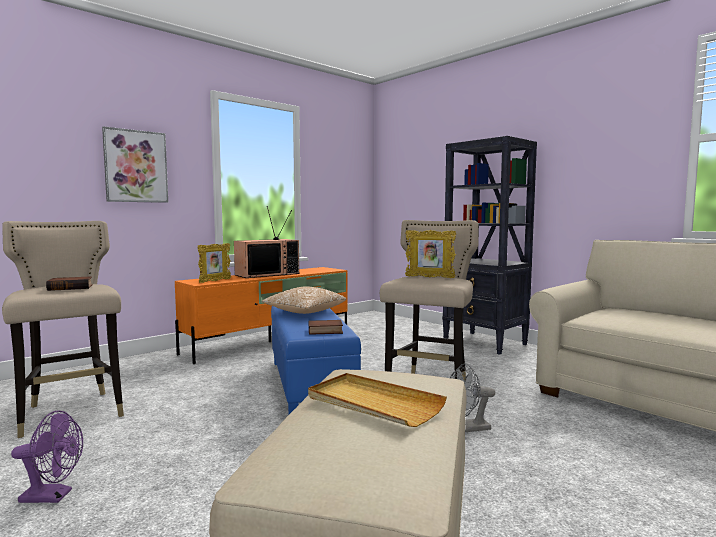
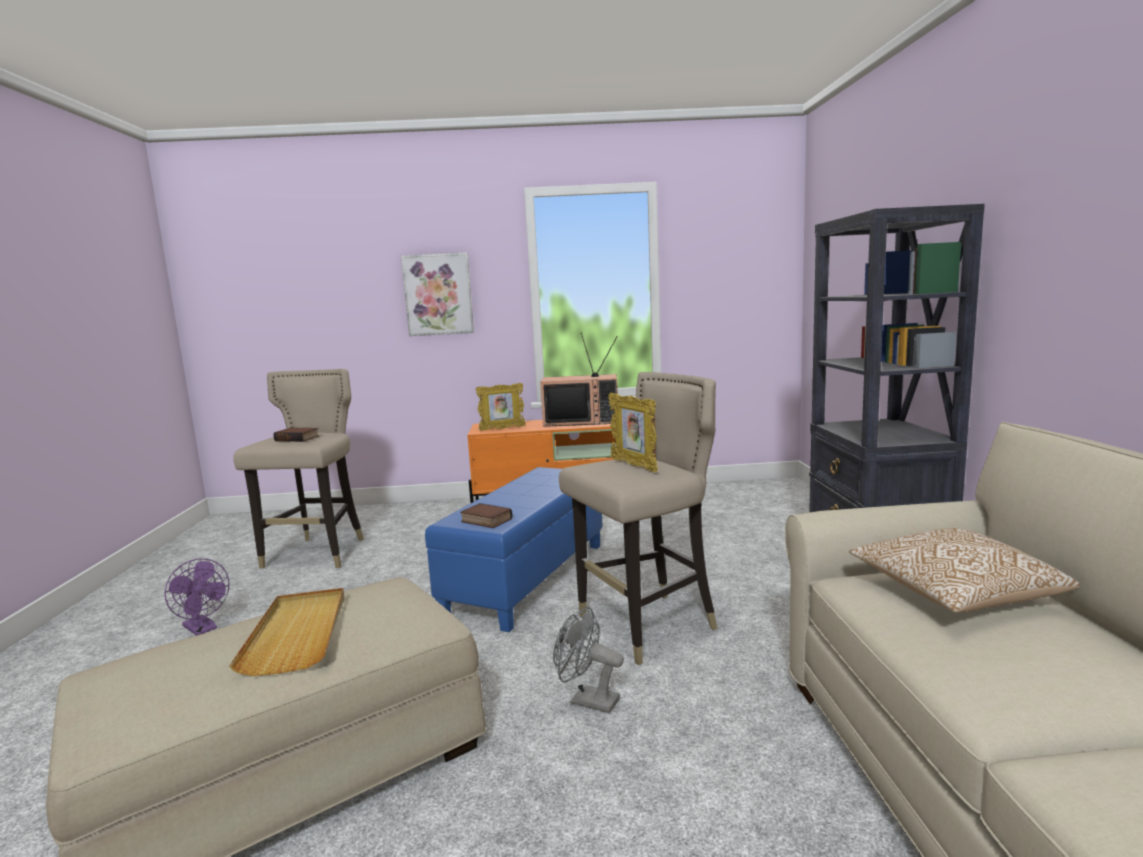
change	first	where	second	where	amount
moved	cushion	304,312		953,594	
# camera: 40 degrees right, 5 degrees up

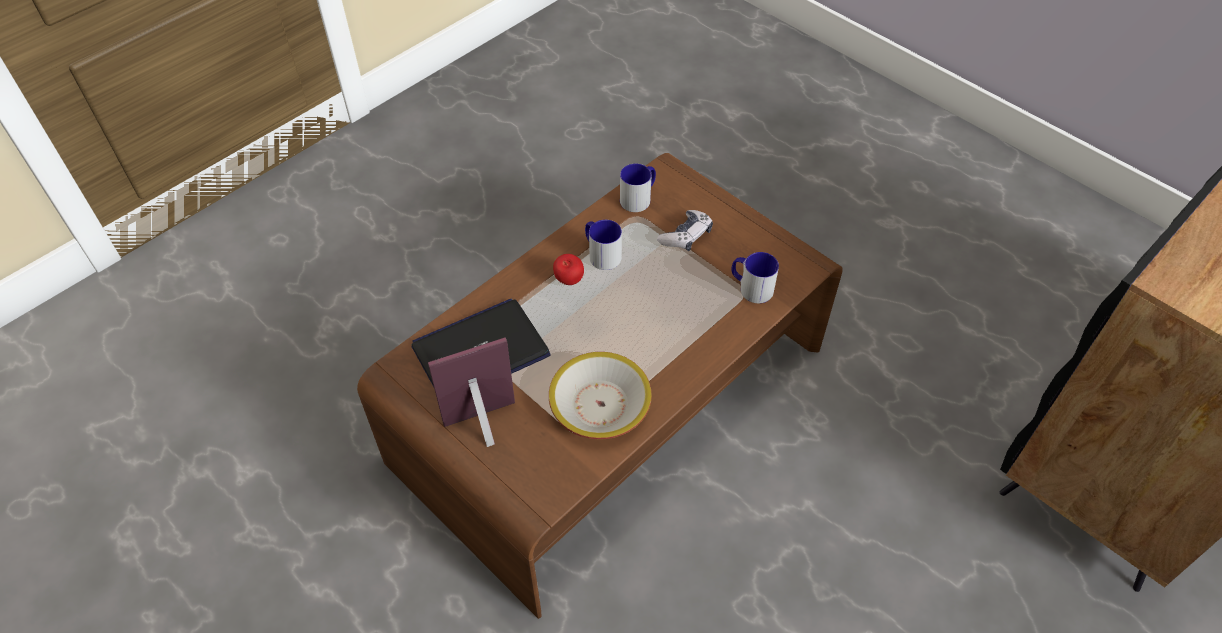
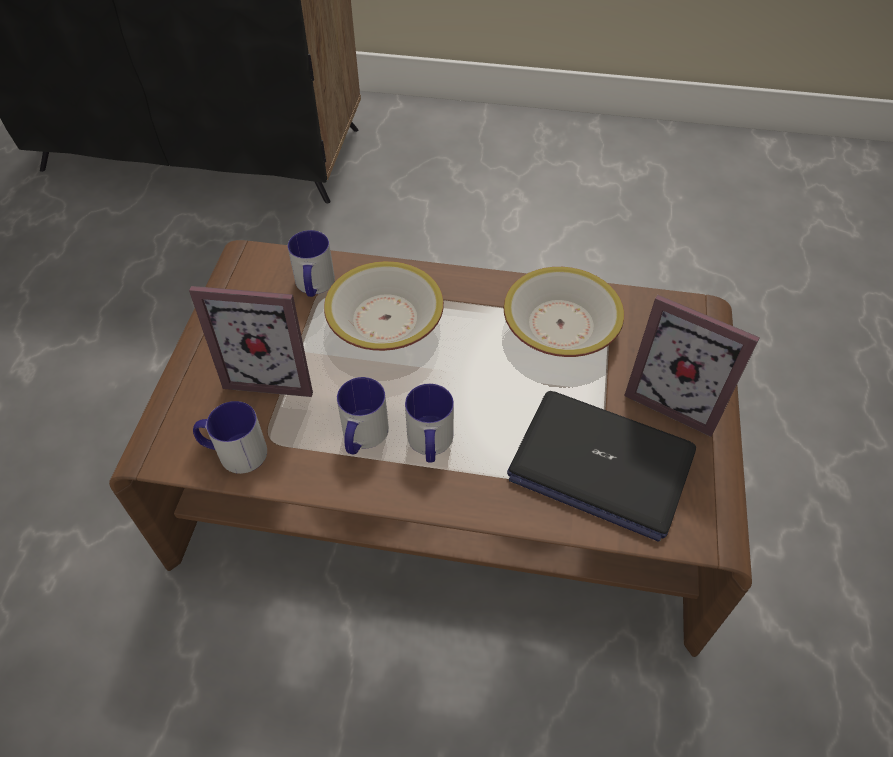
change	first	where	second	where	amount
replaced	game controller	686,236	photo frame	273,372	
added			serving bowl	386,319	
replaced	whole apple	568,281	coffee mug	430,444	
# camera: 125 degrees left, 0 degrees up

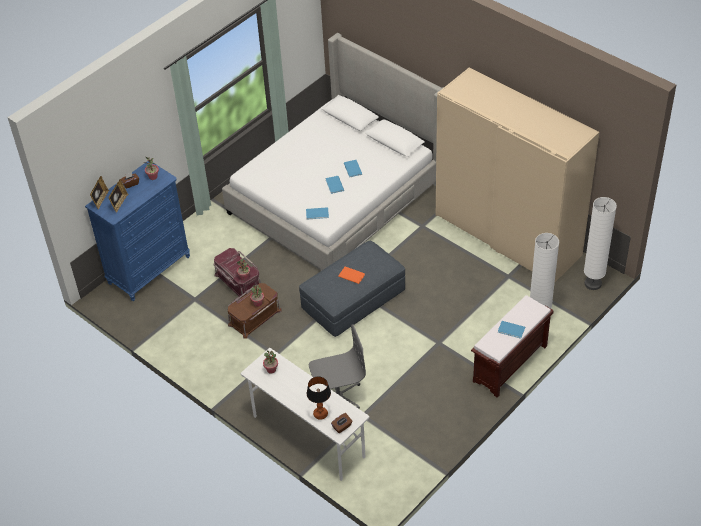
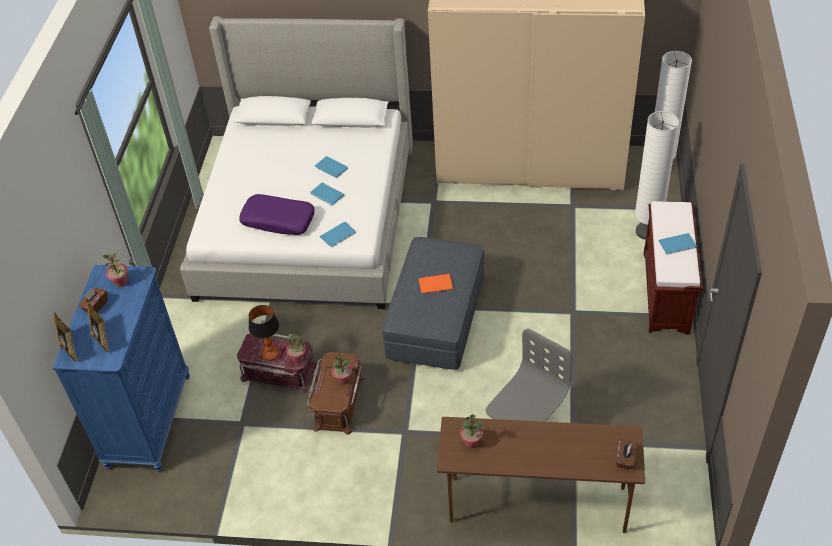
change	first	where	second	where	amount
added			cushion/purple-coloured	278,220	
moved	lamp for a table	320,414		270,354	
recoloured	desk unit/whitish	308,437	desk unit/brown-coloured	537,505	
# camera: 35 degrees left, 0 degrees up

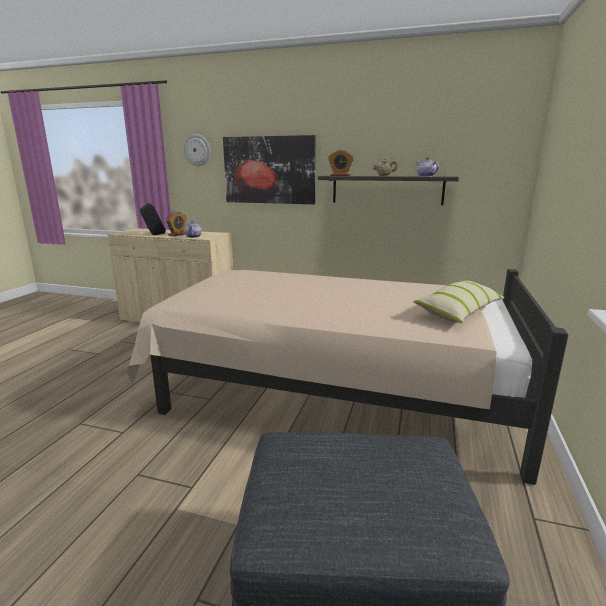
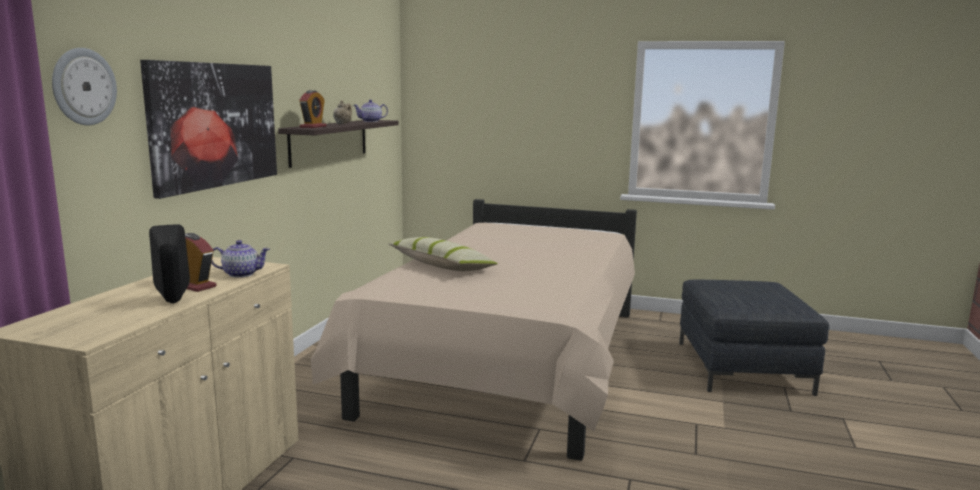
change	first	where	second	where	amount
moved	cushion	459,311		441,266	
# camera: 90 degrees left, 5 degrees down

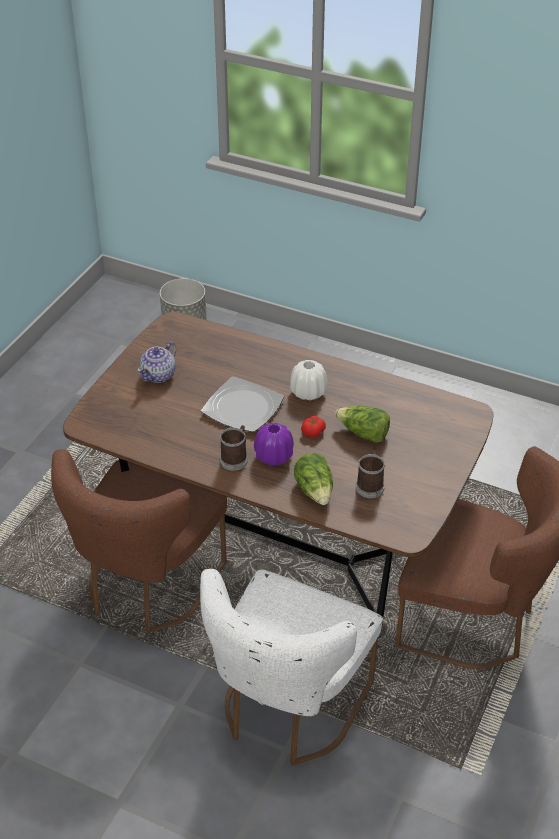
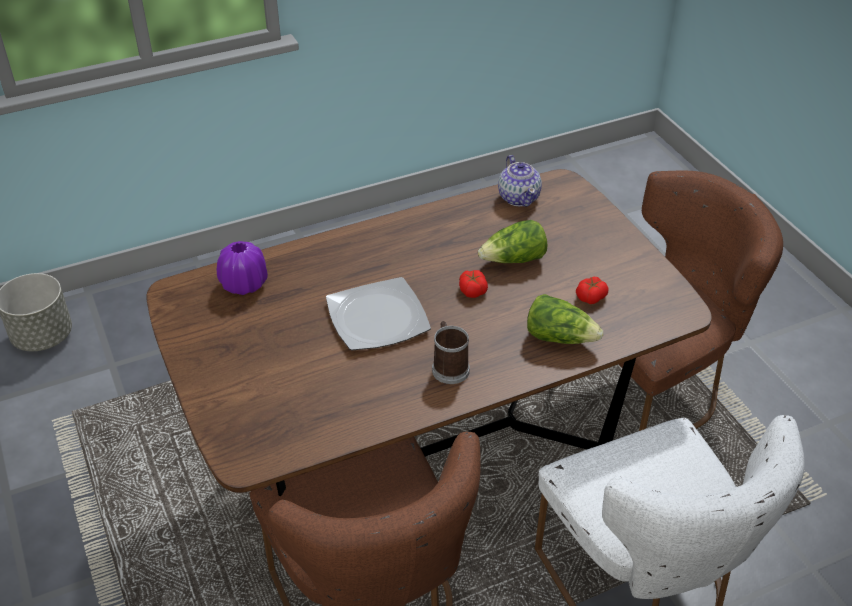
change	first	where	second	where	amount
moved	decorative vase/purple-coloured	274,456		244,284	
moved	tea pot	159,375		519,197	
replaced	coffee mug	370,485	tomato	590,297	
removed	decorative vase/whitish	308,392			
# camera: 50 degrees left, 0 degrees up

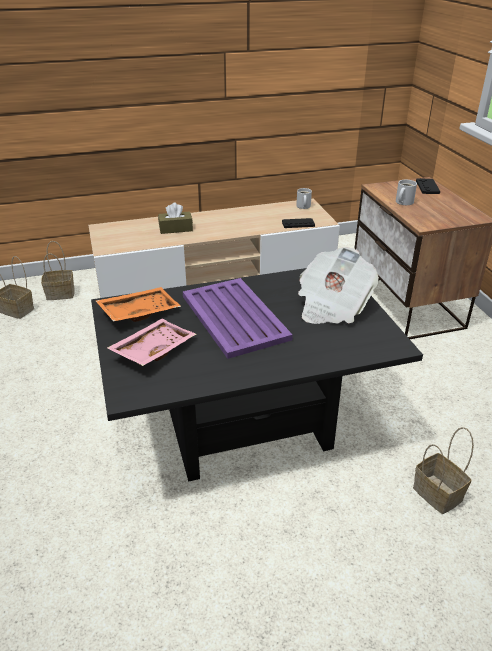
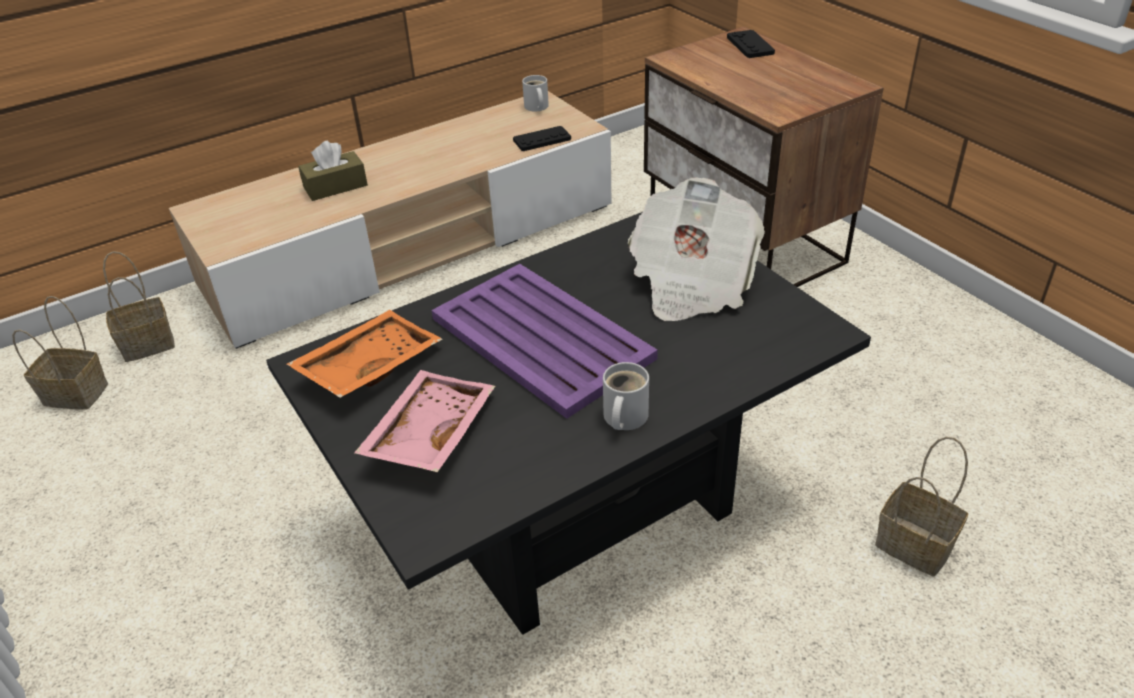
change	first	where	second	where	amount
moved	coffee mug/whitish	403,202		623,417	
# camera: 15 degrees left, 5 degrees up

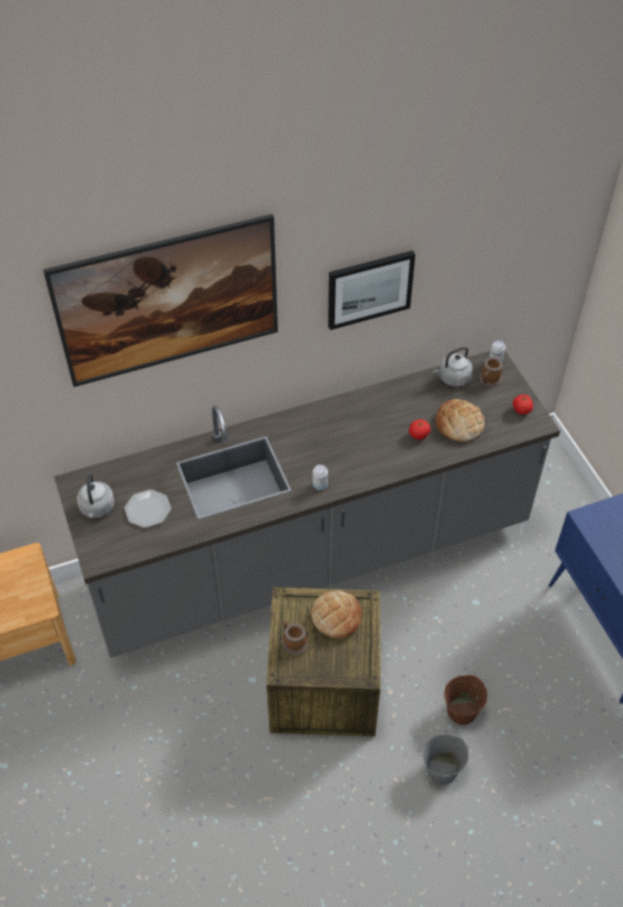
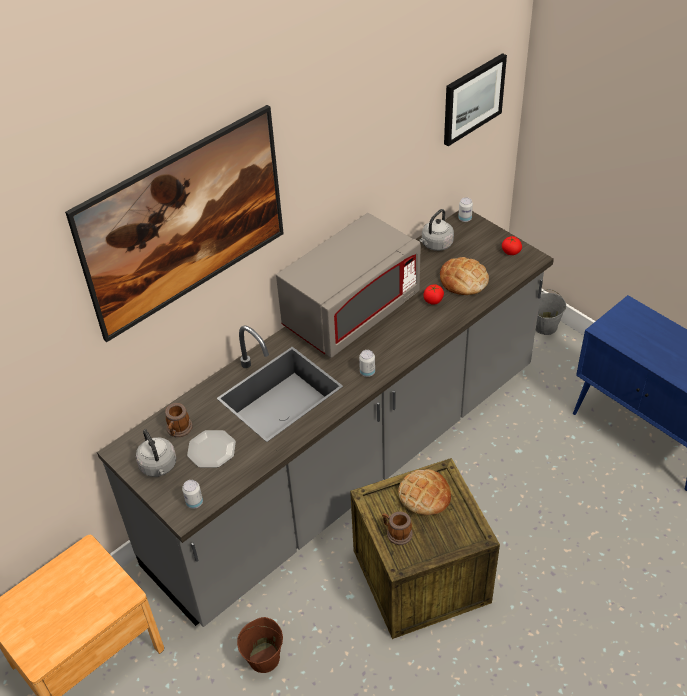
change	first	where	second	where	amount
moved	coffee mug	489,381		178,430	
added			metal can	194,502	
moved	pail/brown-coloured	462,710		264,657	
added			microwave oven/grey	351,312	
moved	picture	369,288		473,98	
moved	pail/grey	442,769		545,326	
# camera: 20 degrees left, 5 degrees down

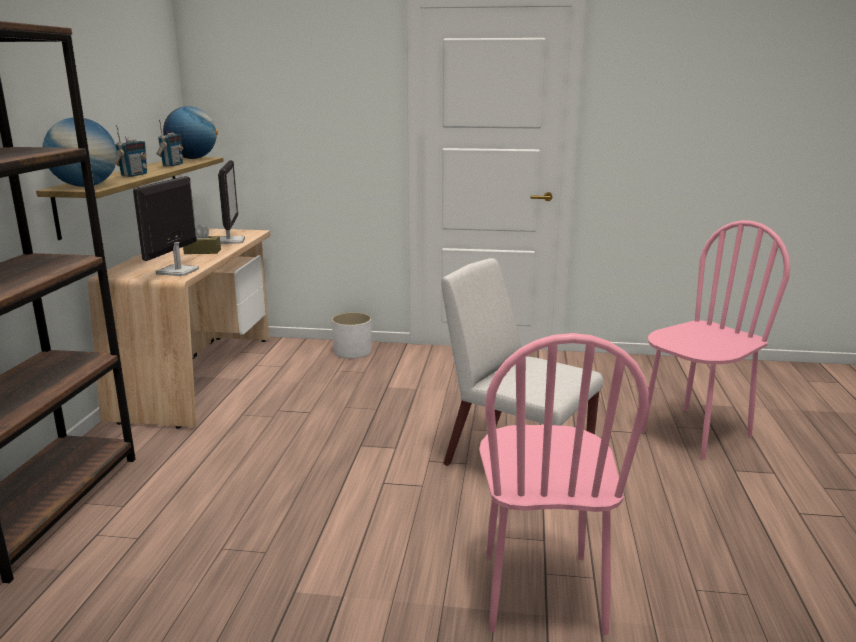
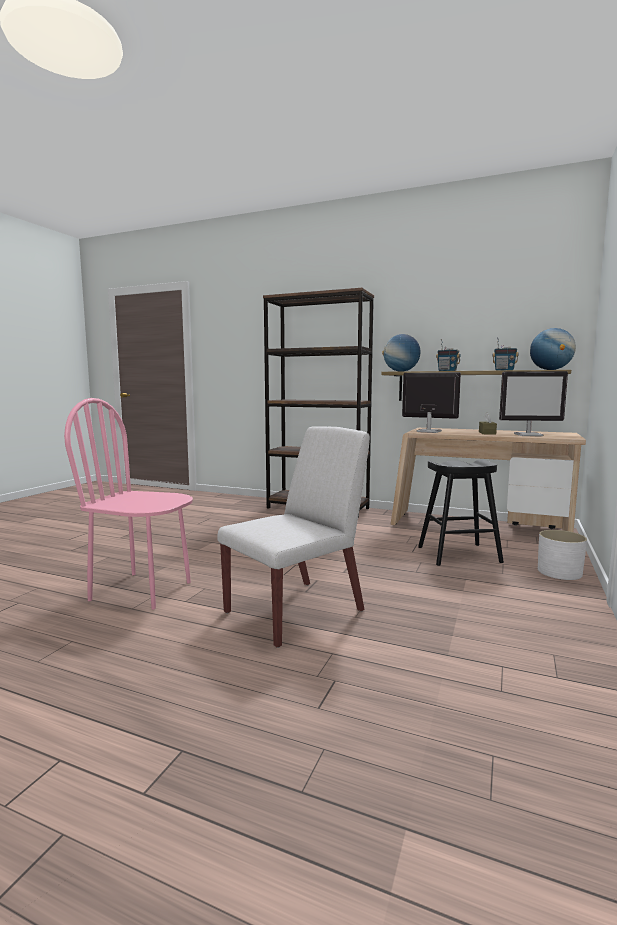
change	first	where	second	where	amount
added			stool/black-coloured	459,554	
removed	upright chair/pink	694,433			
# camera: 105 degrees right, 10 degrees down

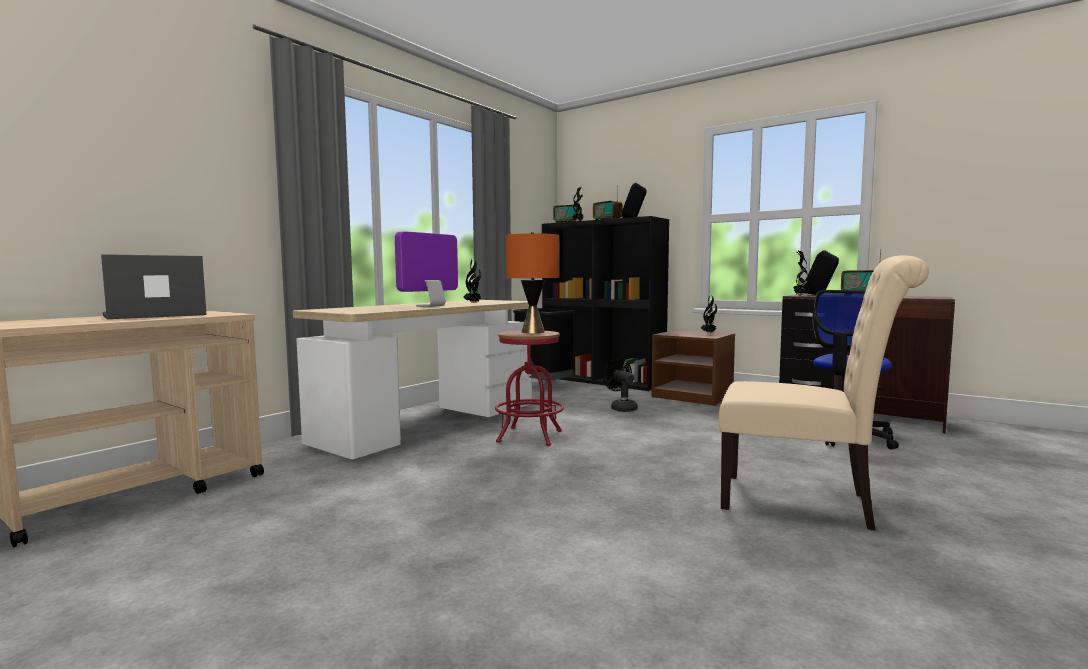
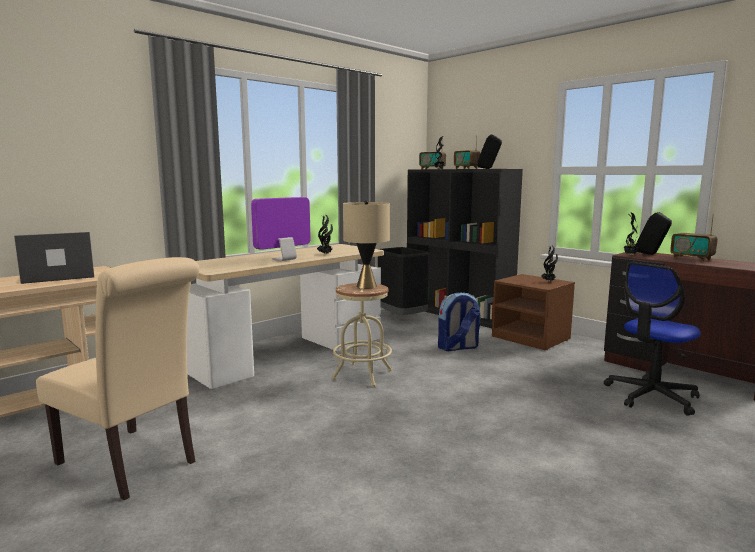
change	first	where	second	where	amount
moved	upright chair/sand-coloured	805,502		132,464	
recoloured	stool/red	529,436	stool/sand-coloured	362,375	
recoloured	lamp for a table/orange-coloured	532,332	lamp for a table/sand-coloured	366,286	
replaced	fan/black-coloured	621,408	backpack	457,347	
# camera: 10 degrees right, 5 degrees up

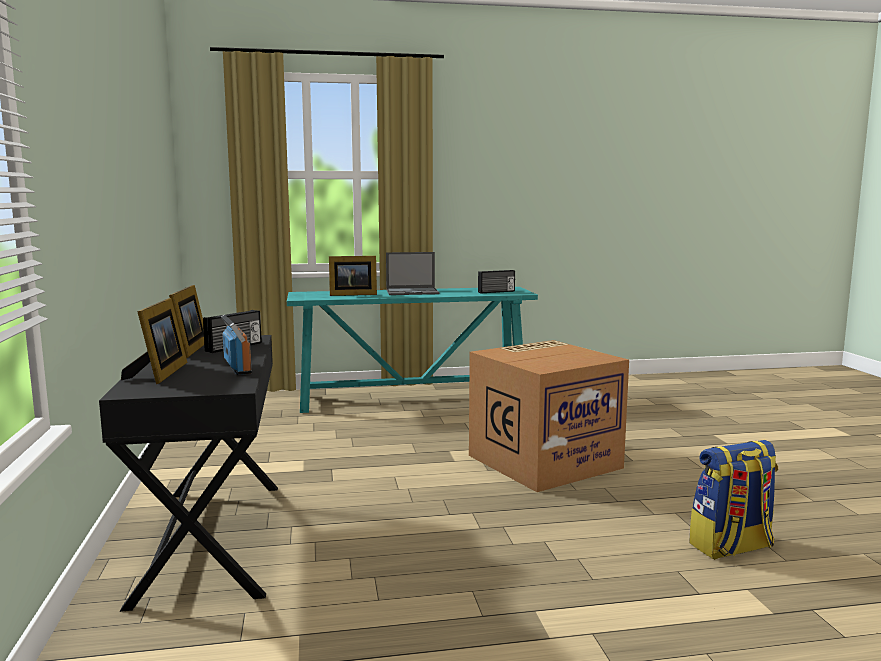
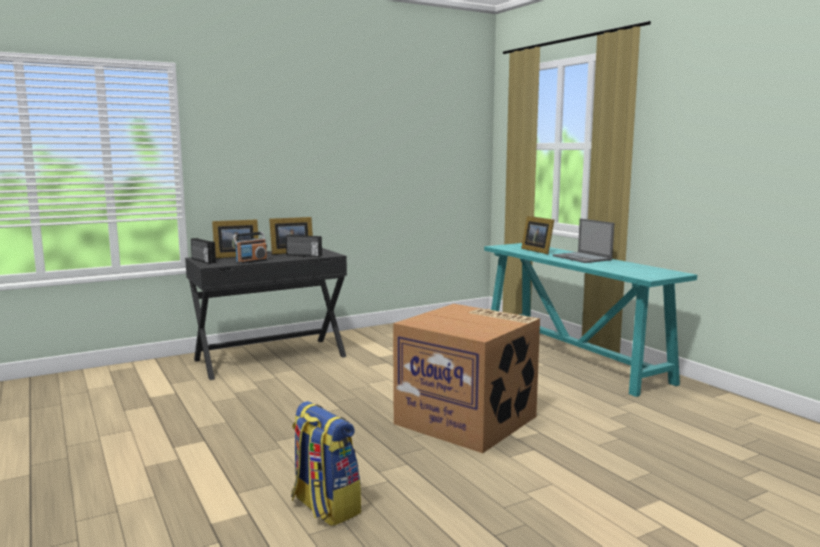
change	first	where	second	where	amount
moved	radio	496,292		202,261	
# camera: 70 degrees right, 0 degrees up

